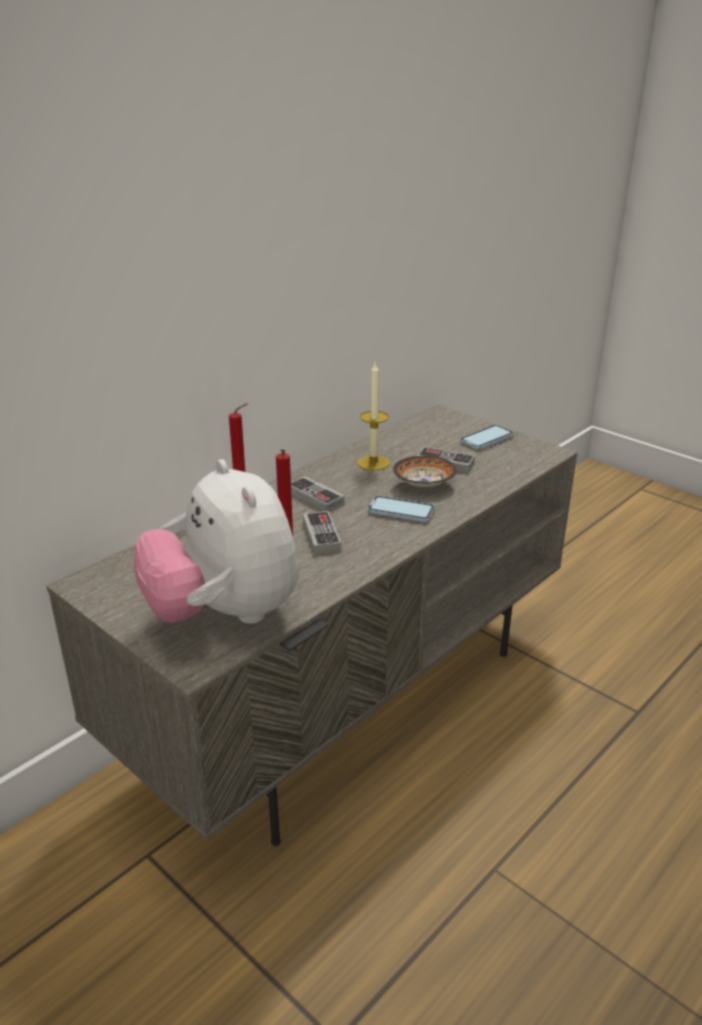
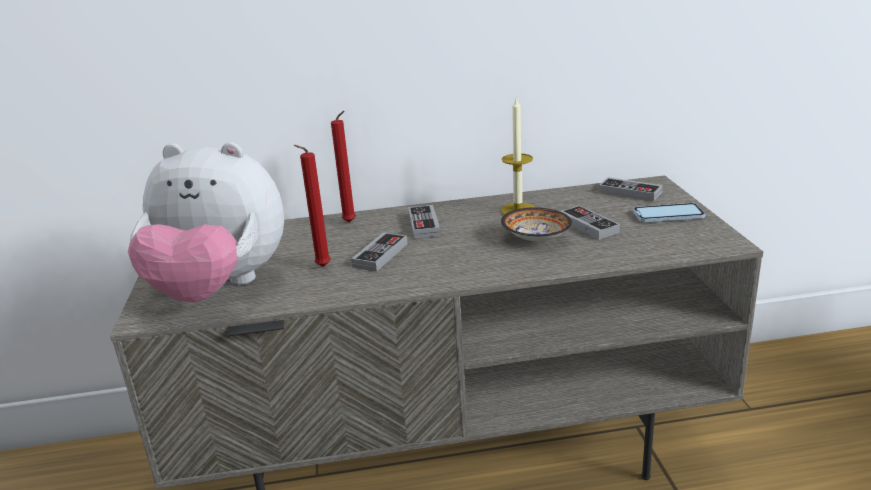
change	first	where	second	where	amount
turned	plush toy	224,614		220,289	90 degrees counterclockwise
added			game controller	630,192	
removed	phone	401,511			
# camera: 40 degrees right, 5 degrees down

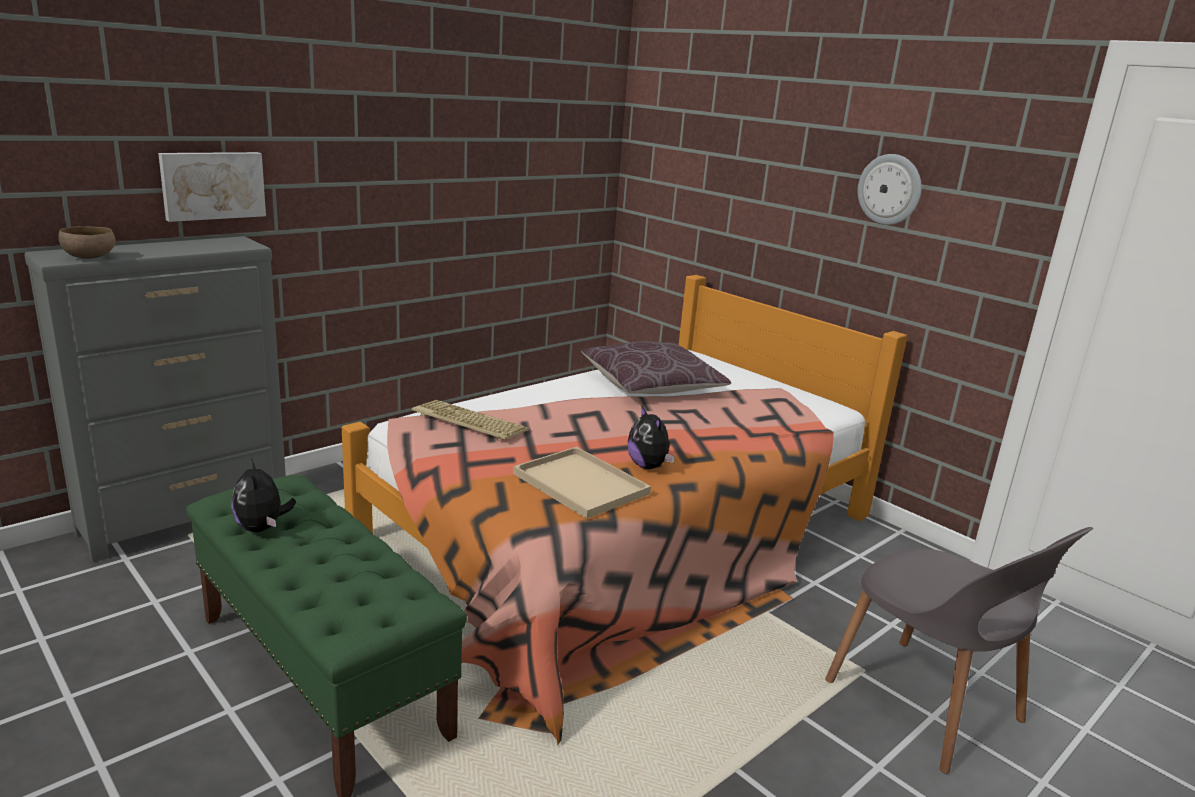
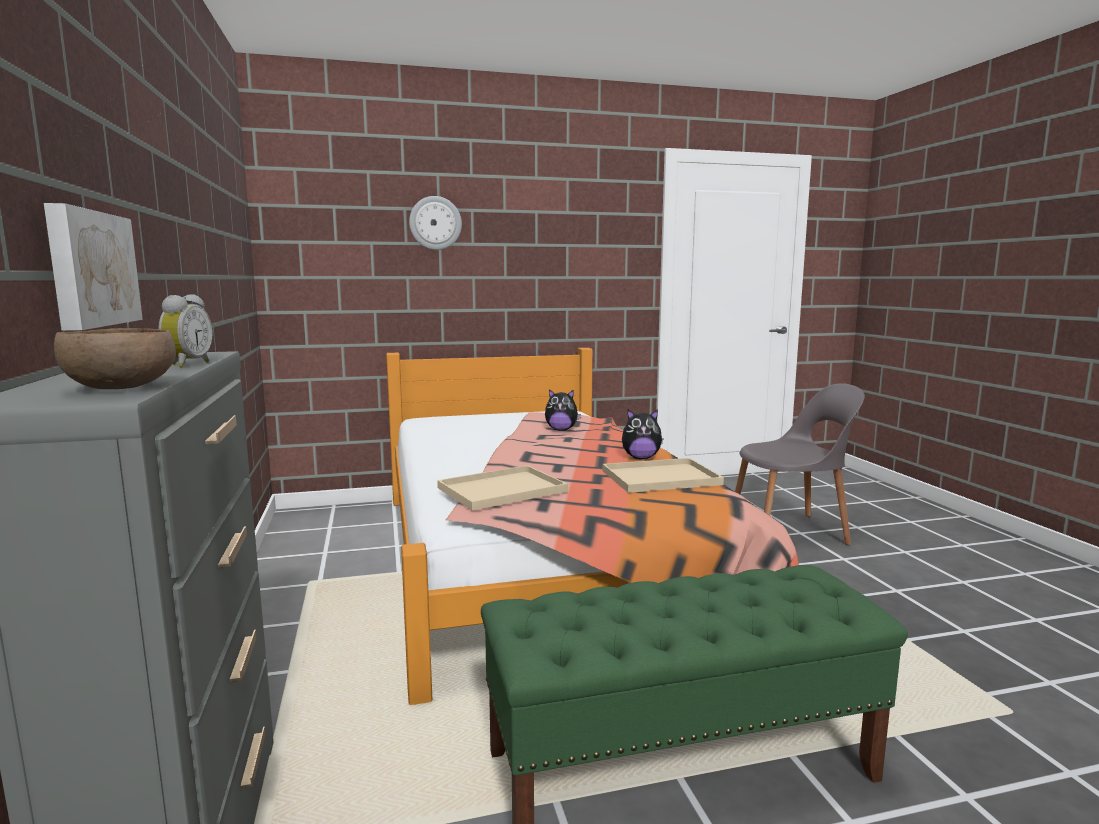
change	first	where	second	where	amount
added			alarm clock	186,364	
moved	hanging clock	890,189		435,223	
replaced	PC keyboard	467,422	serving tray/sand-coloured	500,490	
moved	plush toy	262,528		561,430	
removed	cushion/brown-coloured	651,386			
# camera: 60 degrees left, 10 degrees down

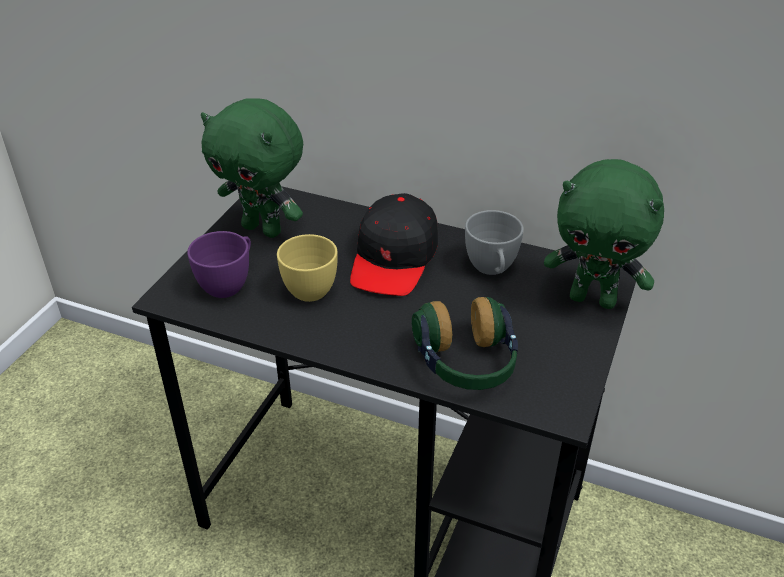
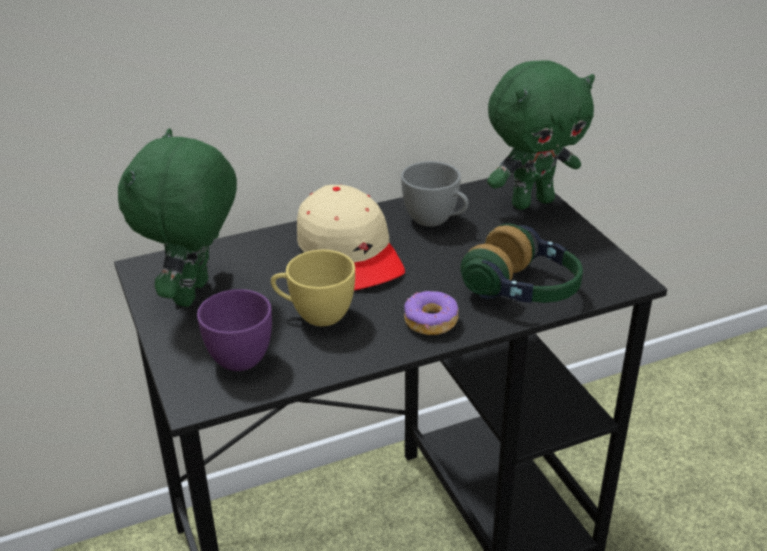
change	first	where	second	where	amount
turned	plush toy/greenish	264,229		195,294	120 degrees clockwise
recoloured	baseball cap/black-coloured	394,258	baseball cap/sand-coloured	350,253	
added			ring doughnut	430,321	
# camera: 45 degrees left, 5 degrees down

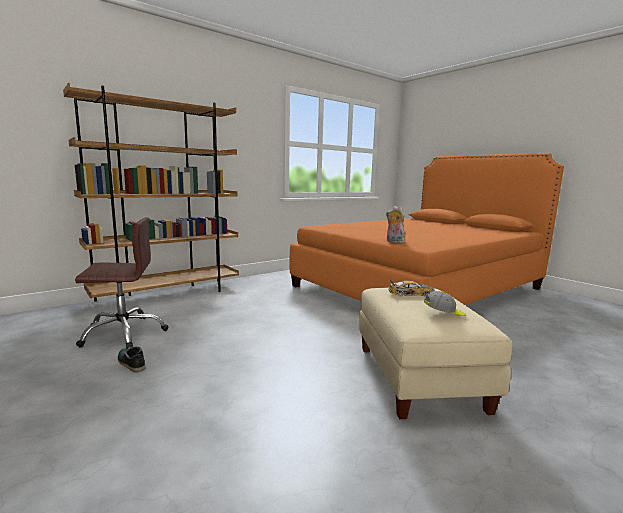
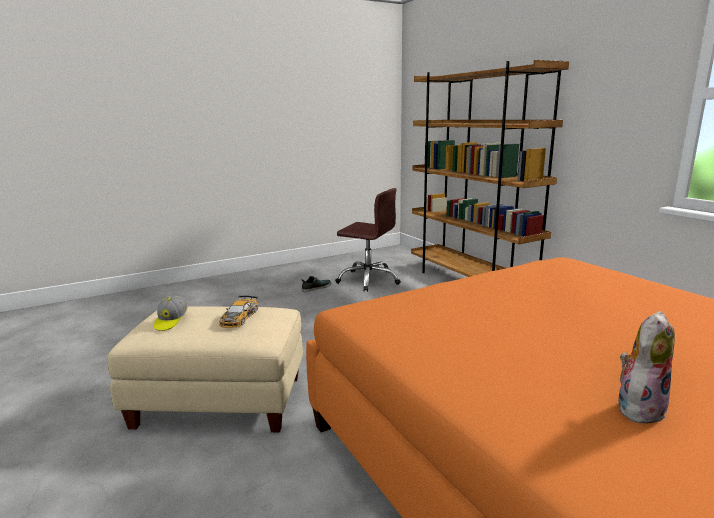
change	first	where	second	where	amount
turned	desk chair/brown-coloured	124,333		368,280	60 degrees counterclockwise
moved	plush toy	394,242		638,407	
# camera: 100 degrees right, 5 degrees up

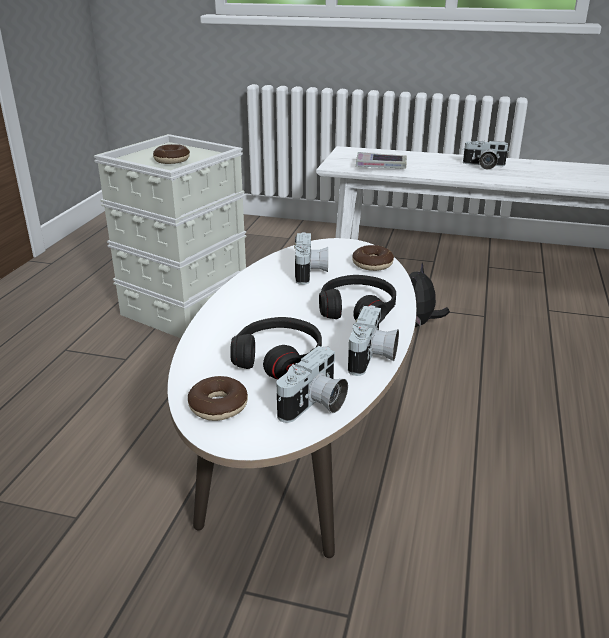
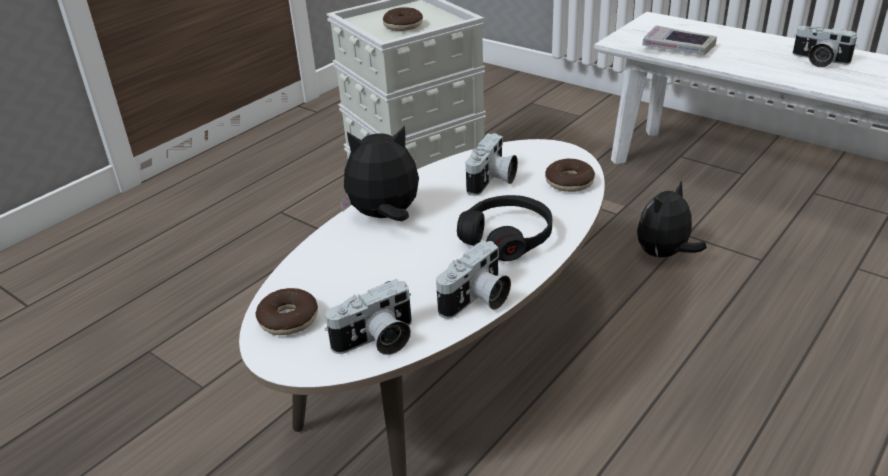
change	first	where	second	where	amount
added			plush toy	385,216	
removed	pair of headphones/black-coloured	278,358			
# camera: 25 degrees right, 5 degrees up

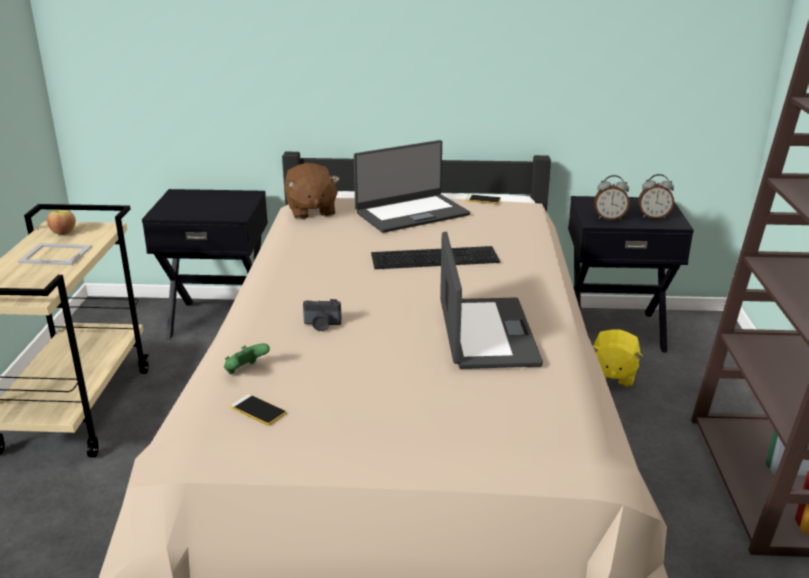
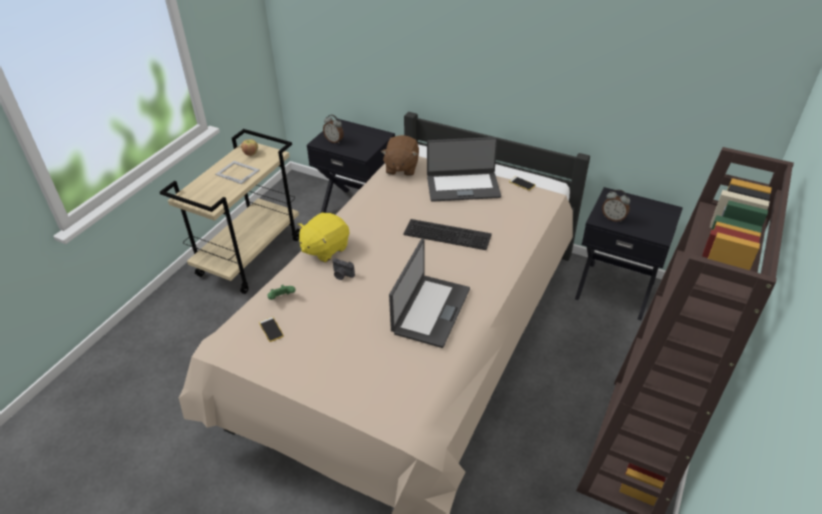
change	first	where	second	where	amount
moved	plush toy/yellow-coloured	612,375		325,249	
moved	alarm clock	653,217		334,141	
# camera: 25 degrees right, 15 degrees up

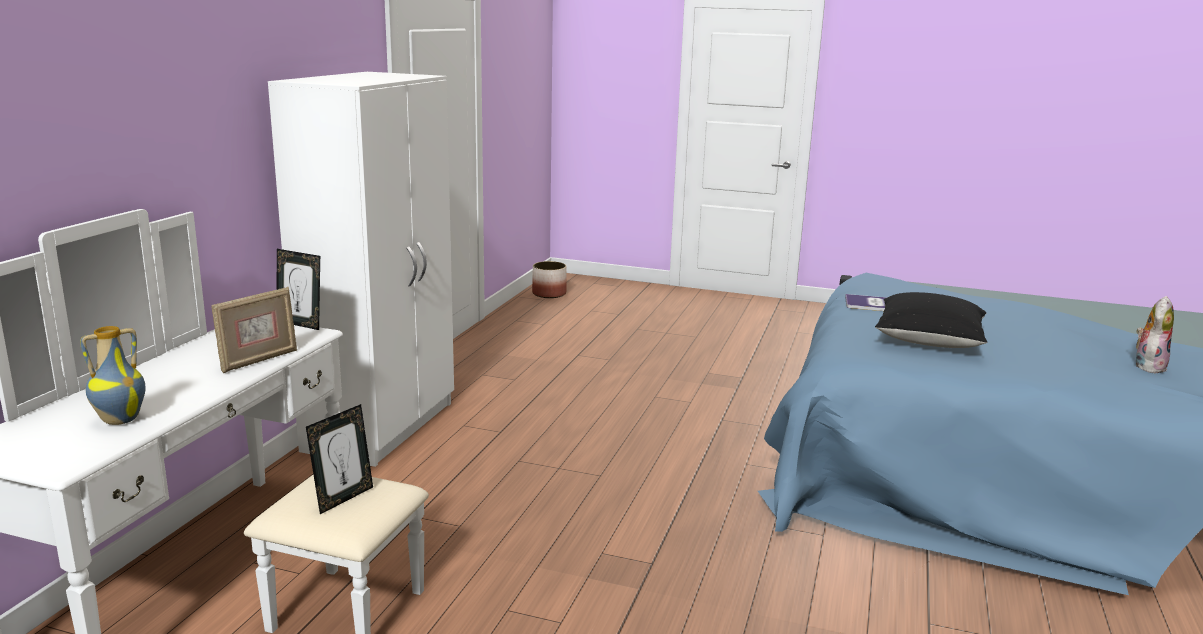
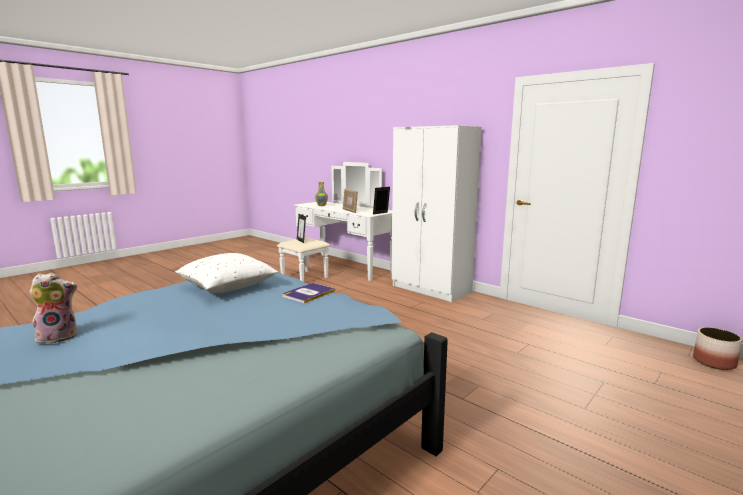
change	first	where	second	where	amount
turned	plush toy	1147,366		59,337	90 degrees counterclockwise
recoloured	cushion/black-coloured	929,341	cushion/whitish	227,287	
# camera: 115 degrees right, 5 degrees down

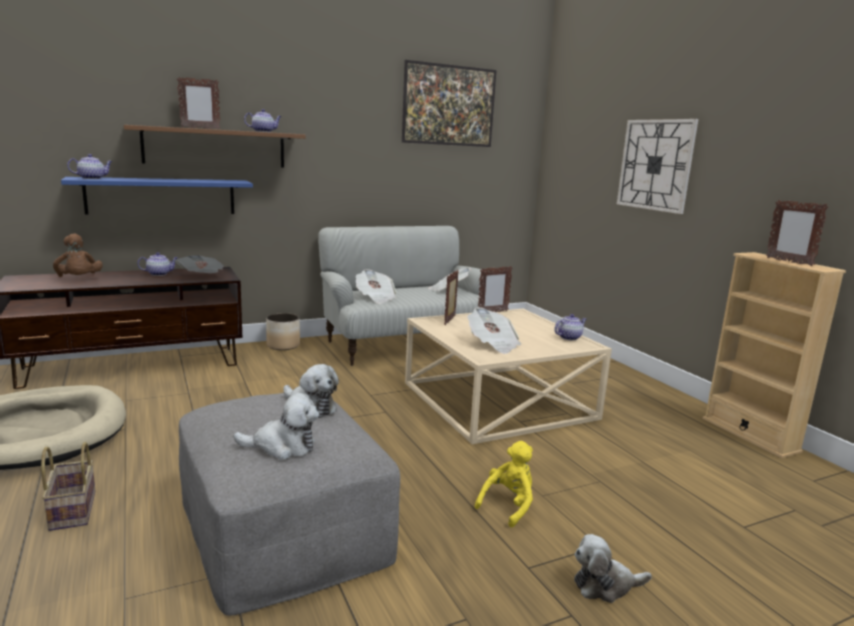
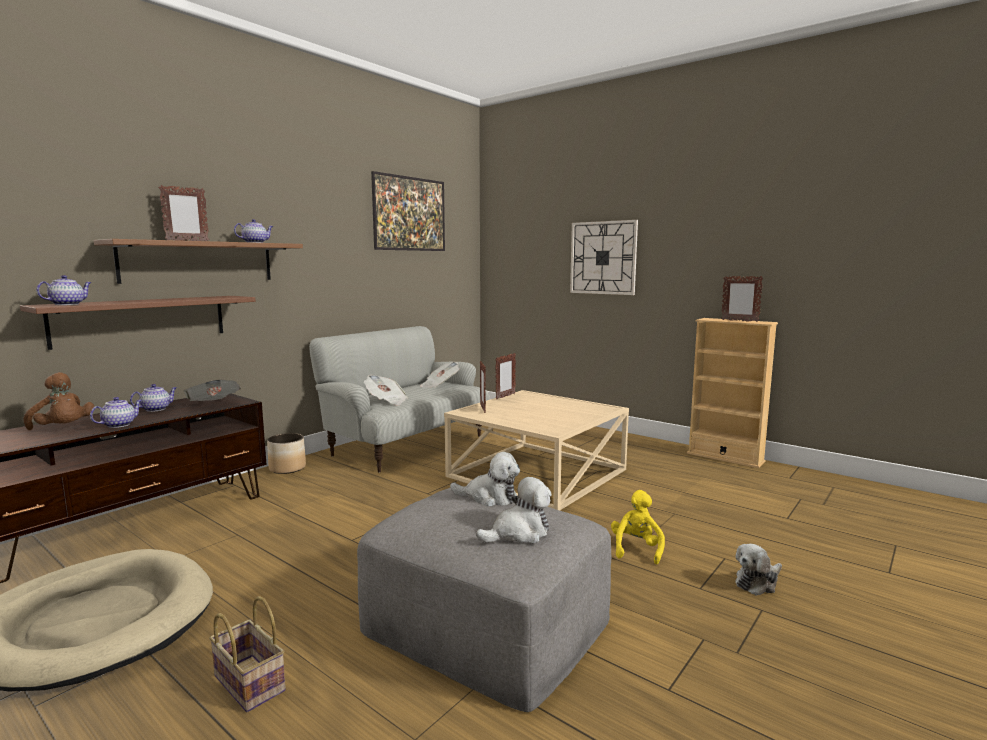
change	first	where	second	where	amount
recoloured	shelf/bluish	161,196	shelf/brown-coloured	142,320	
moved	tea pot	569,337		119,425	
removed	newspaper	493,344			
# camera: 25 degrees left, 5 degrees down

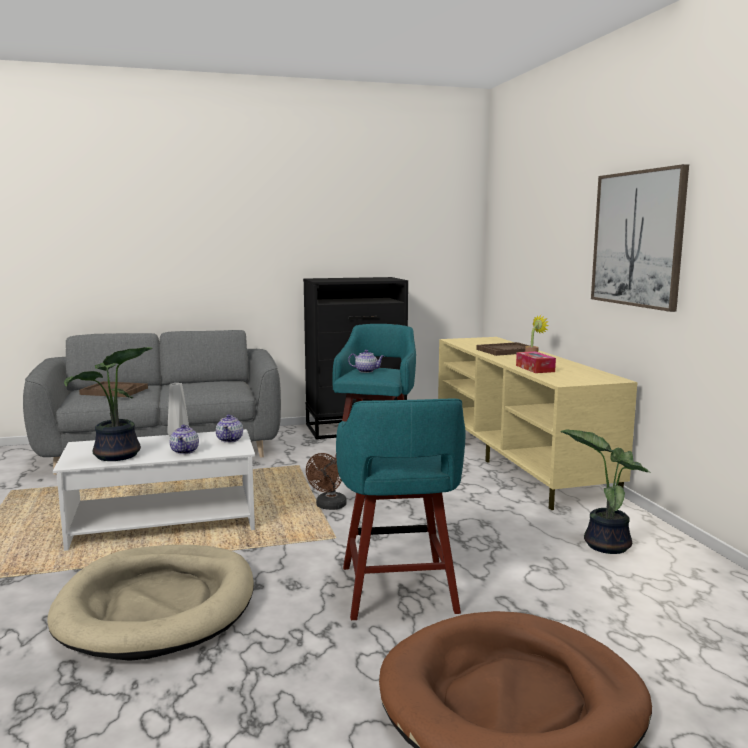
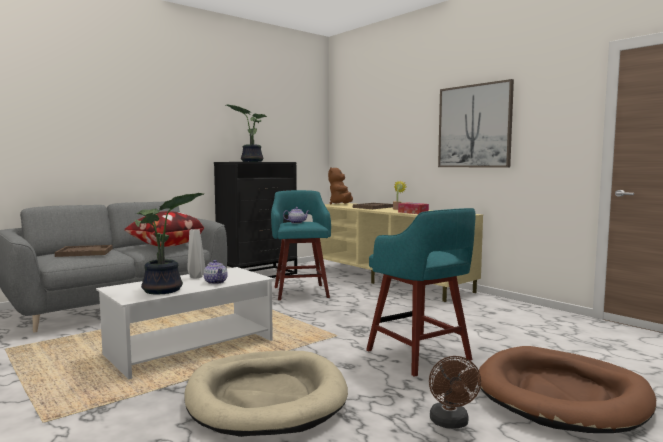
change	first	where	second	where	amount
added			cushion	165,245	
moved	plant in a pot	605,544		251,161	
added			plush toy/brown-coloured	341,204	
moved	fan/brown-coloured	329,506		450,423	
removed	tea pot	230,439			
# camera: 25 degrees left, 5 degrees down

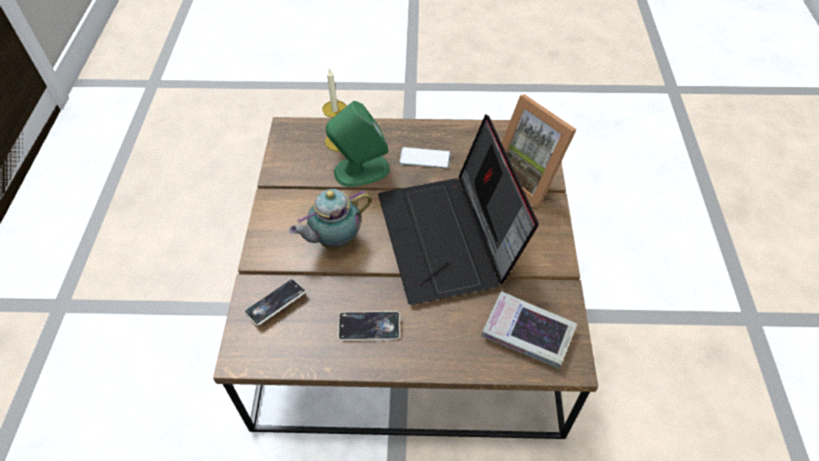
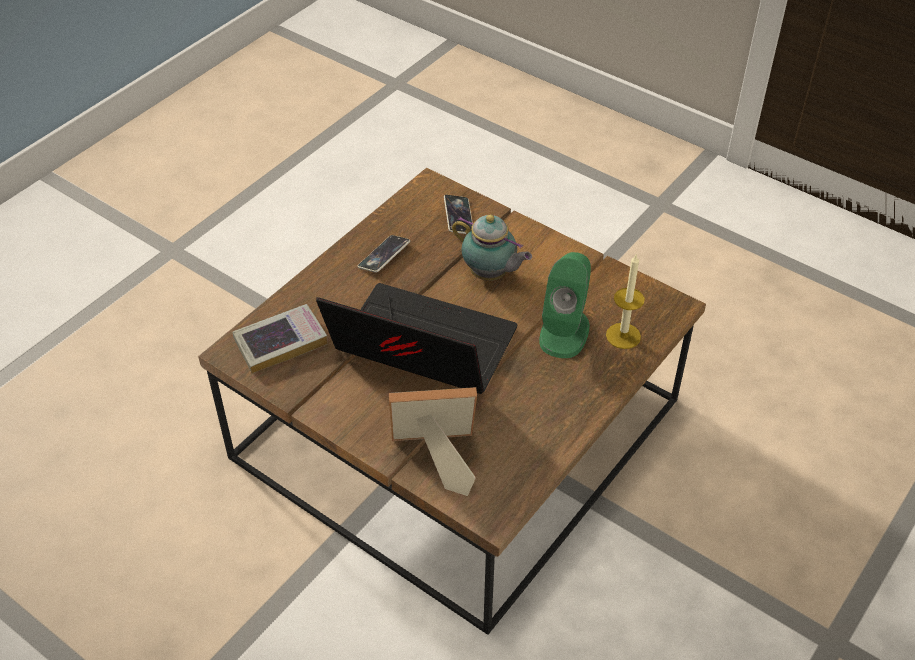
change	first	where	second	where	amount
turned	tea pot	334,241		490,275	120 degrees clockwise
removed	phone	425,158			
# camera: 125 degrees right, 5 degrees down

